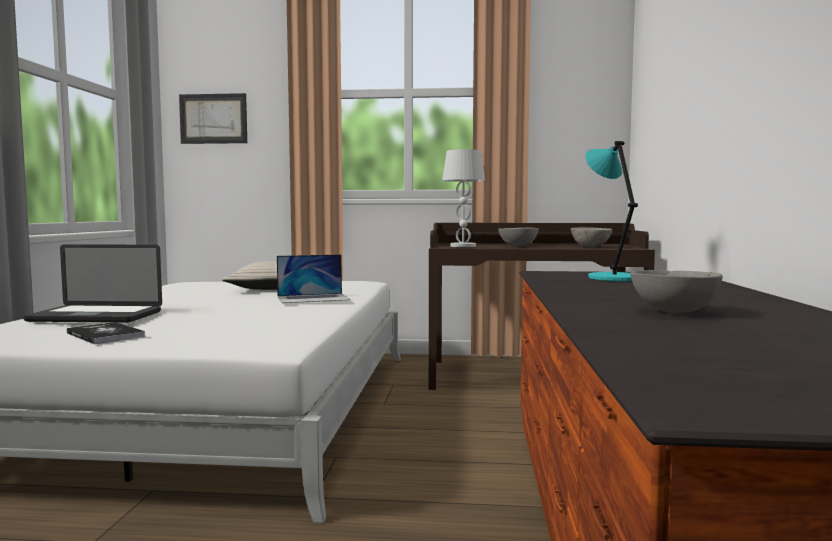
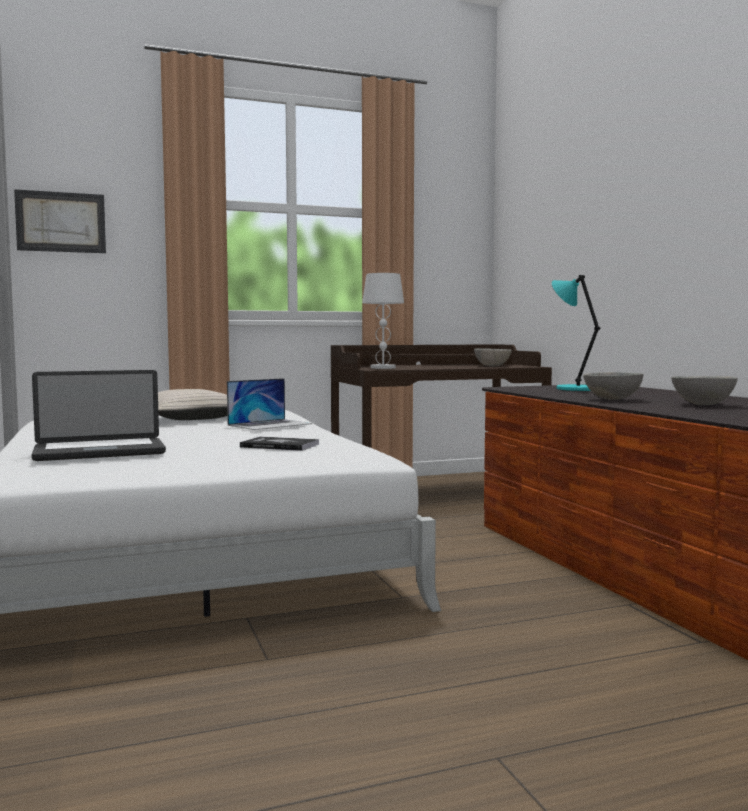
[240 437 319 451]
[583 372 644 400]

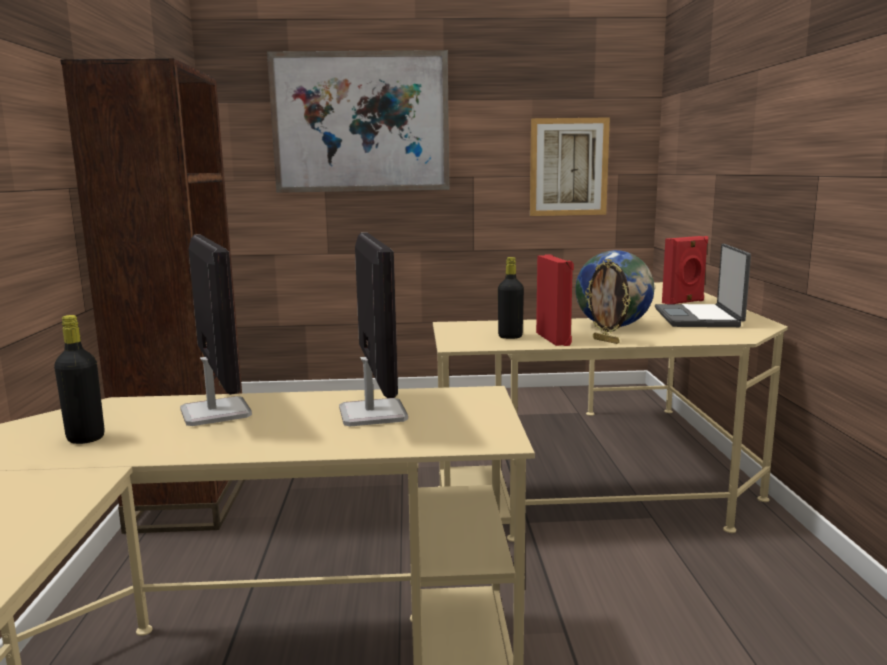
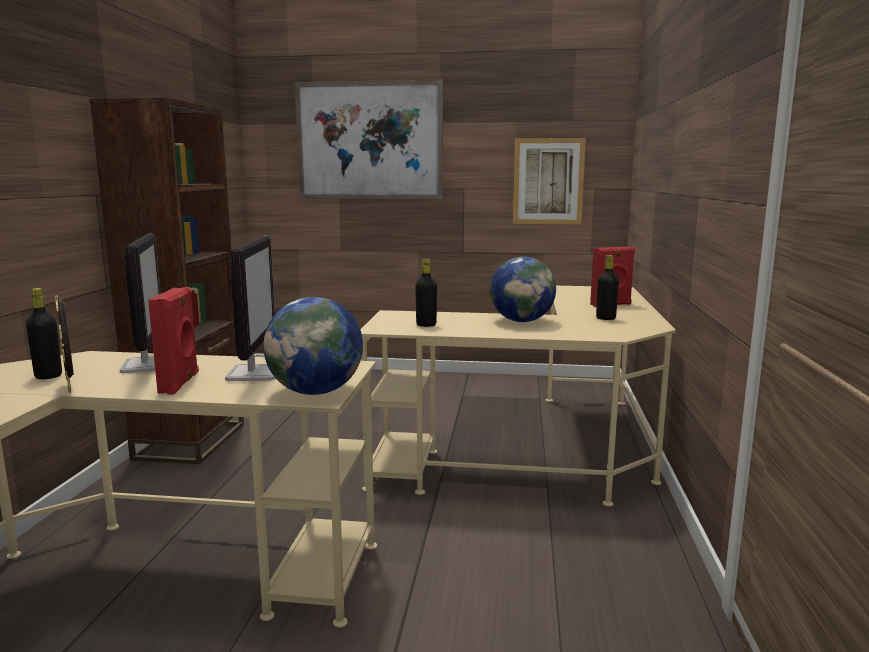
[263 297 363 395]
[148 287 199 394]
[55 295 74 393]
[596 255 619 320]

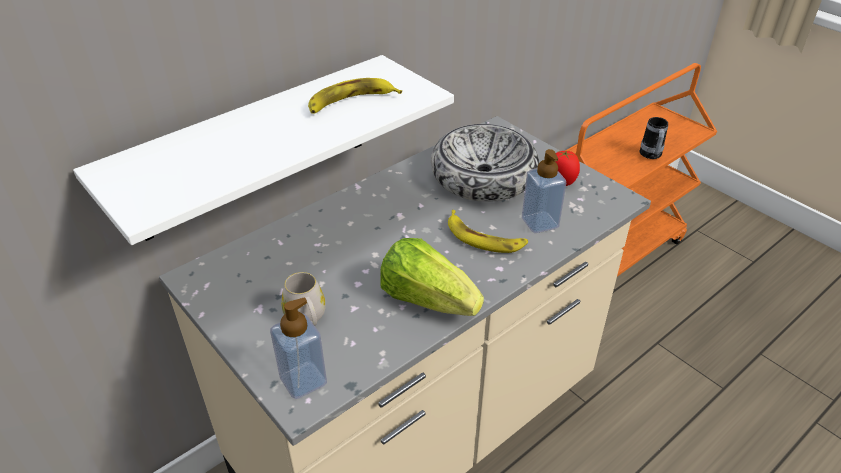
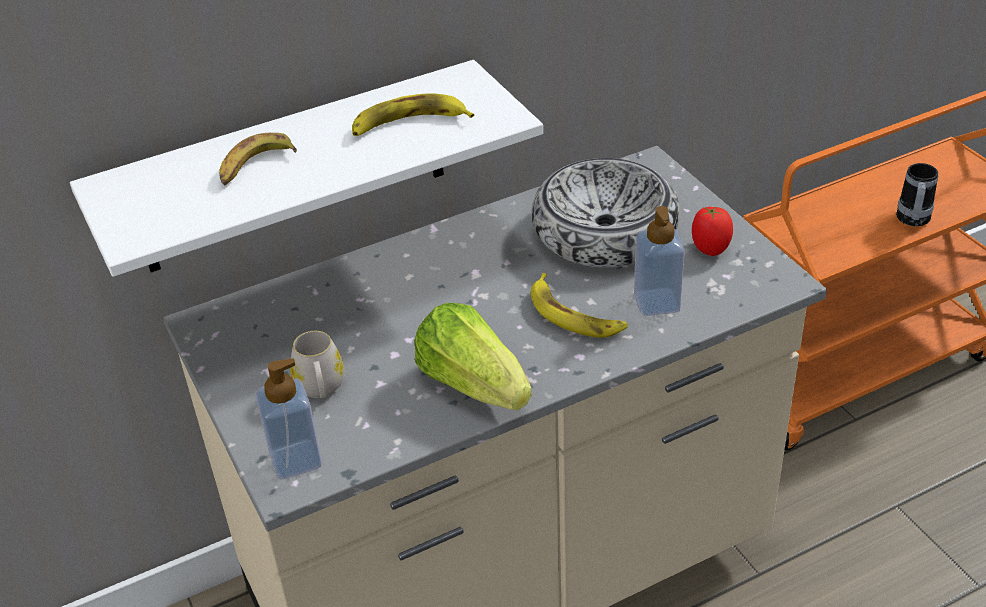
[219 133 297 185]

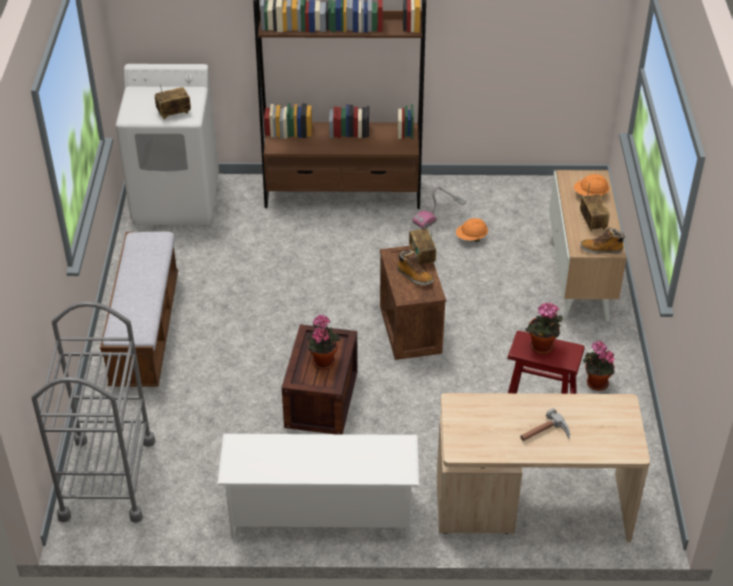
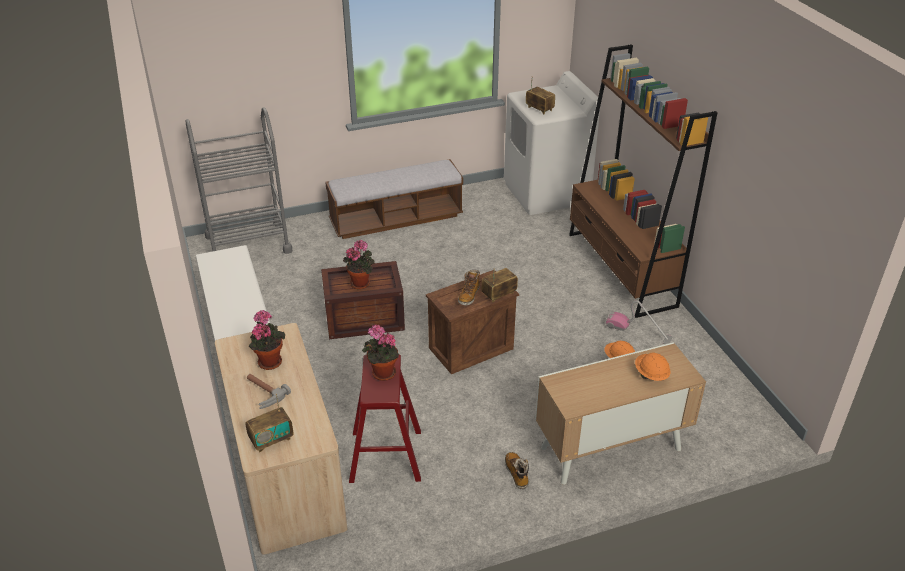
[245 394 294 452]
[505 452 529 489]
[249 310 285 370]

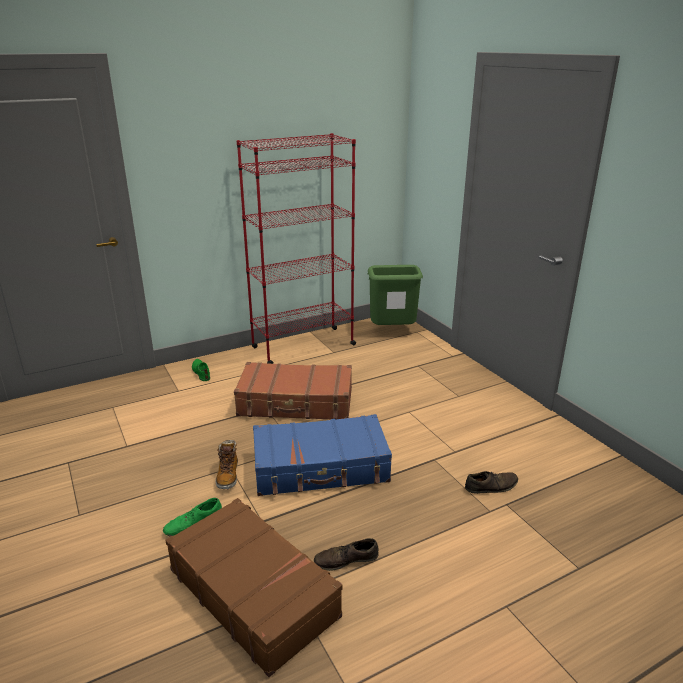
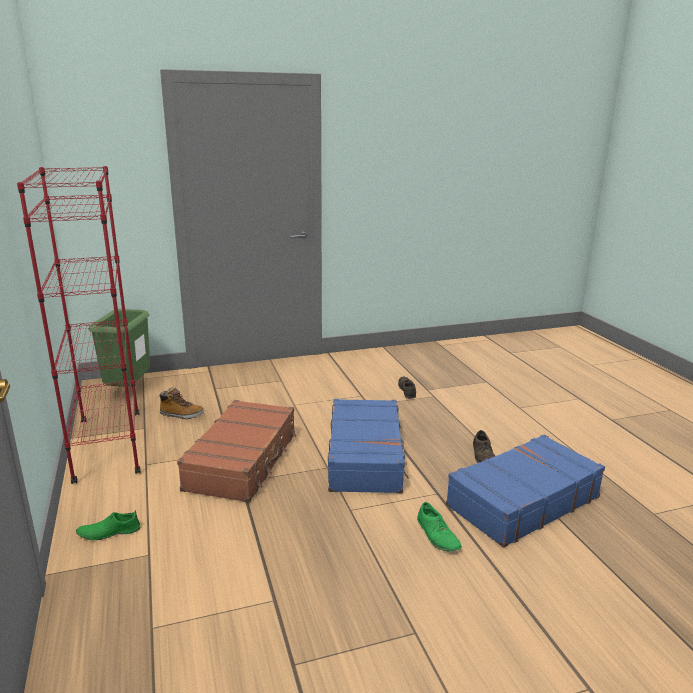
[158 387 204 419]
[446 434 605 548]

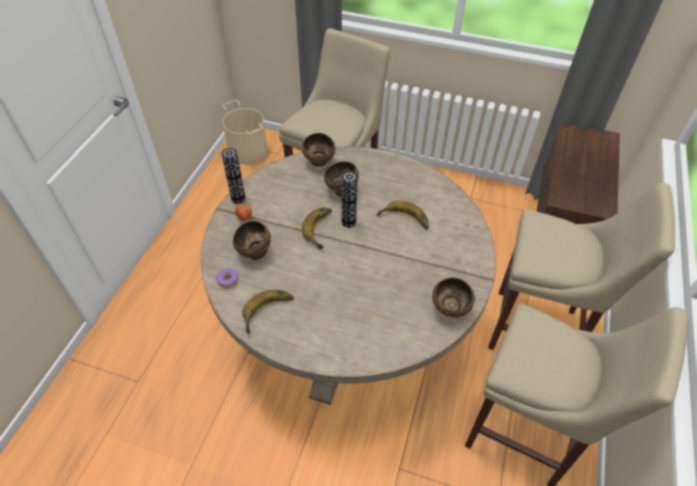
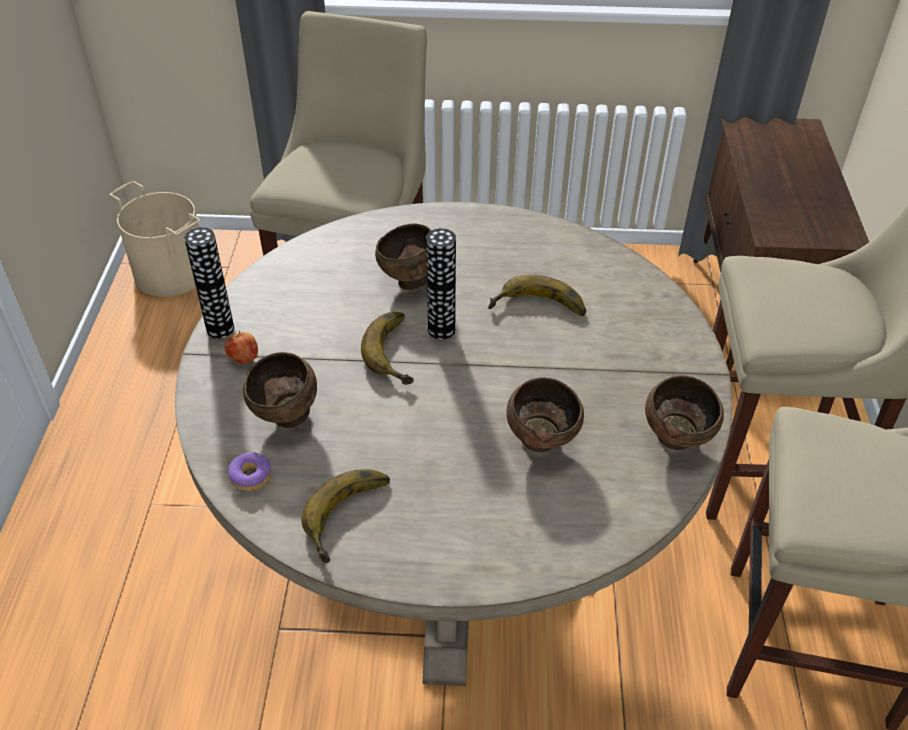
[506 377 584 453]

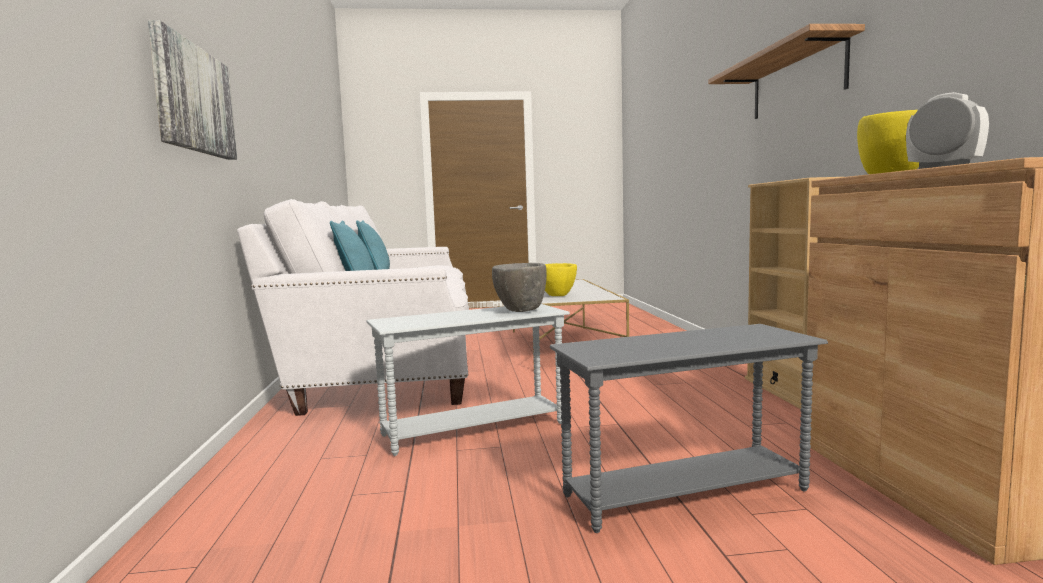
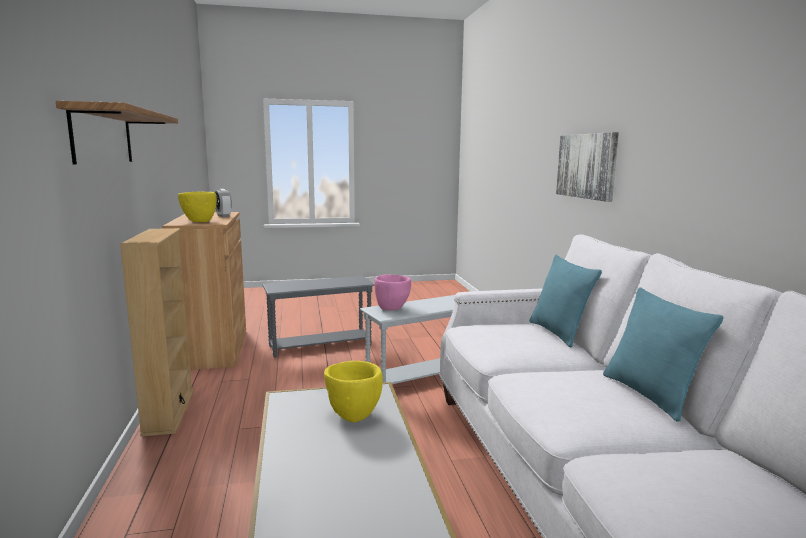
[374 274 411 310]

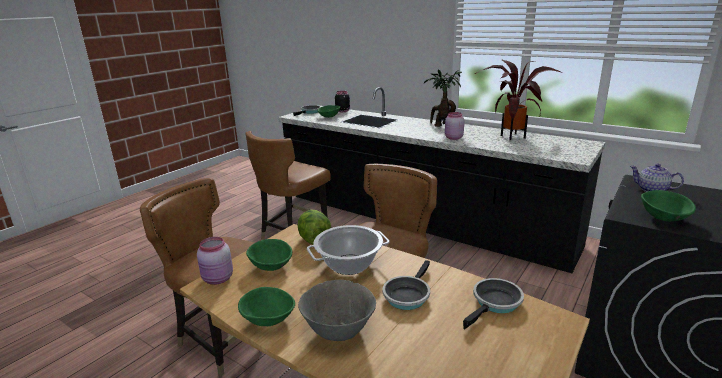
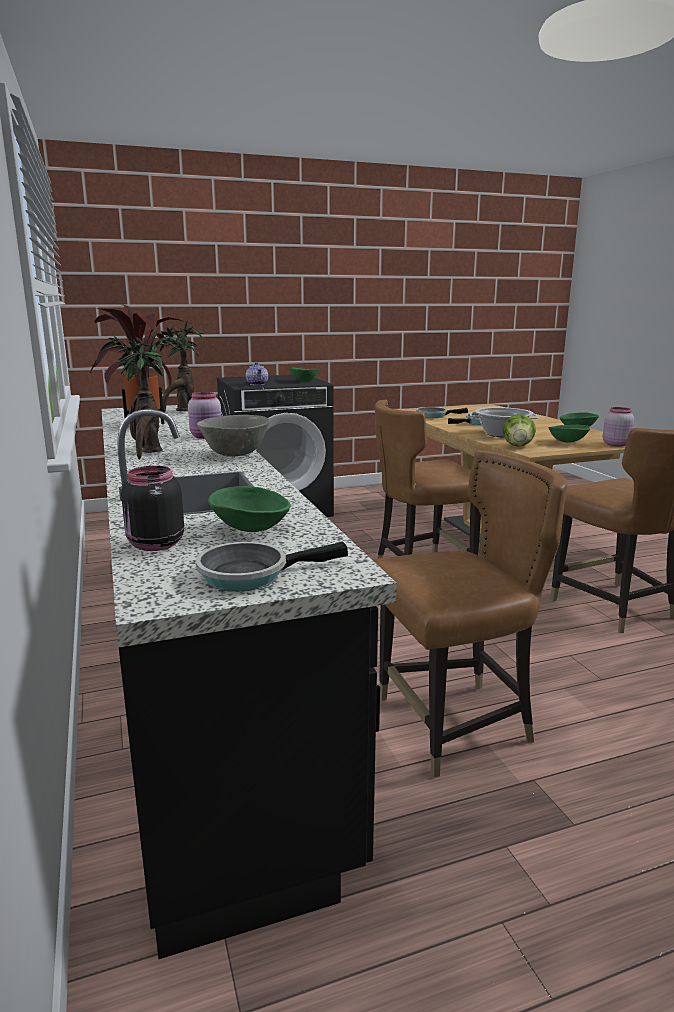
[157 321 204 412]
[197 415 270 456]

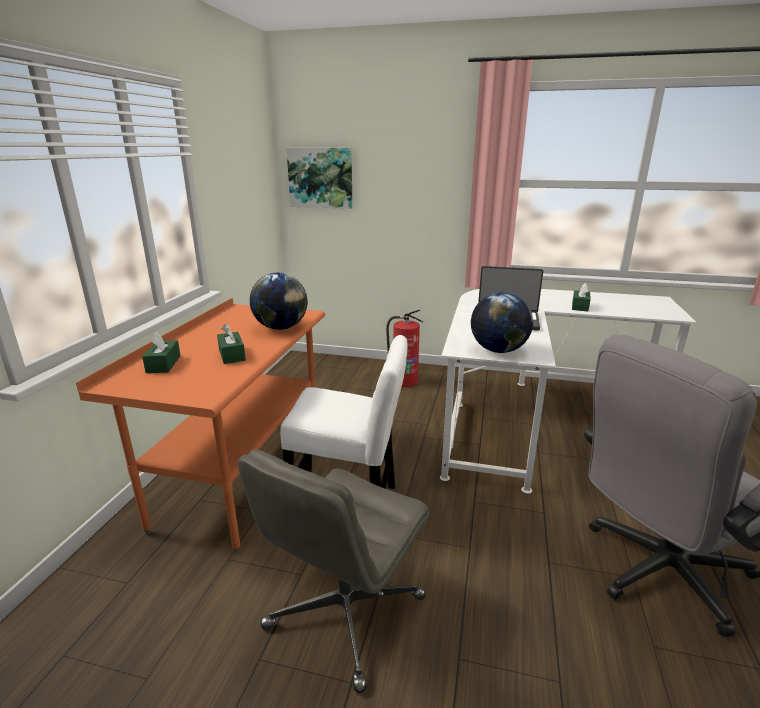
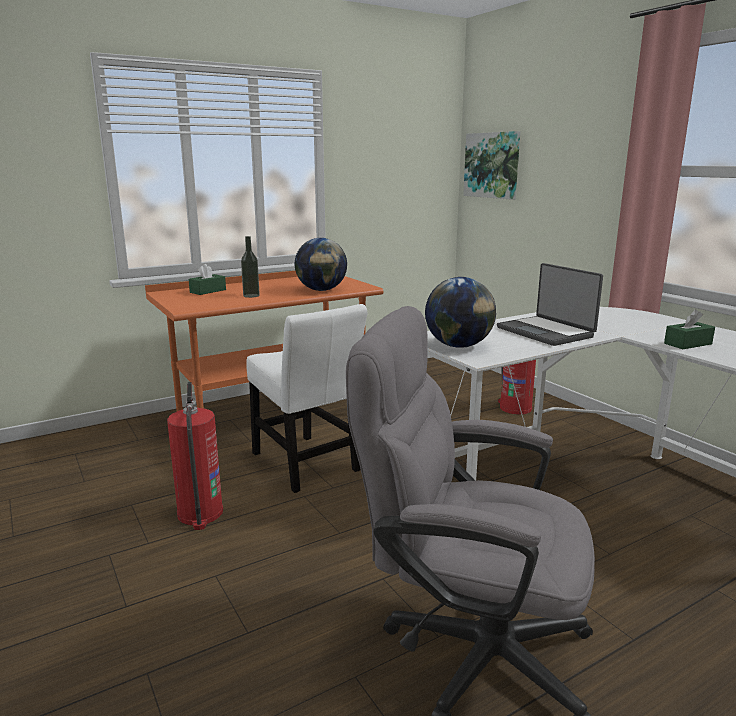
[241 236 260 298]
[167 382 223 530]

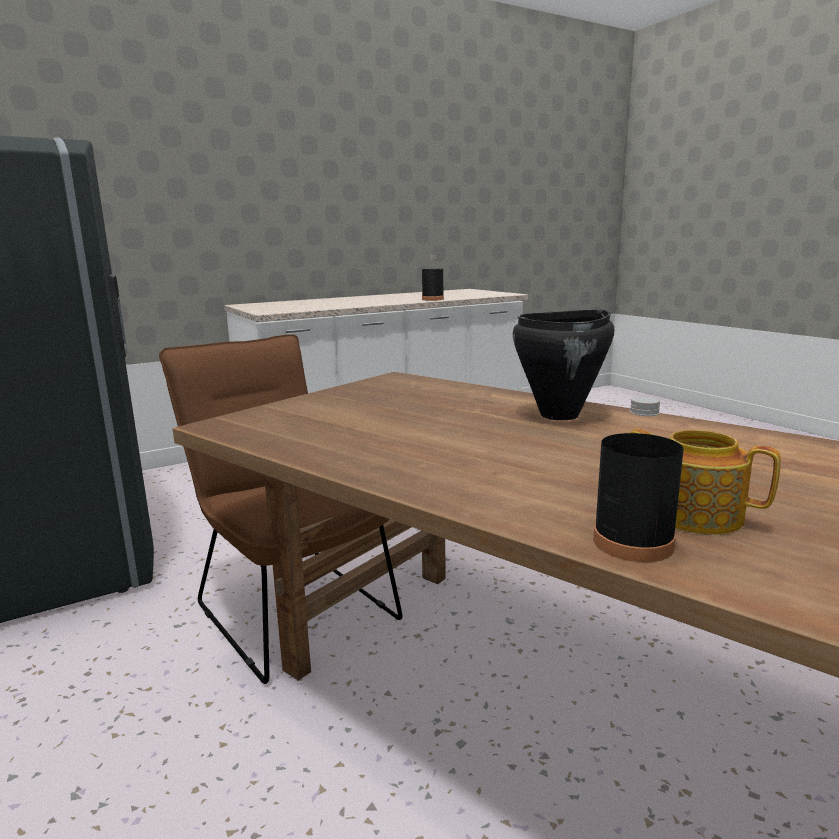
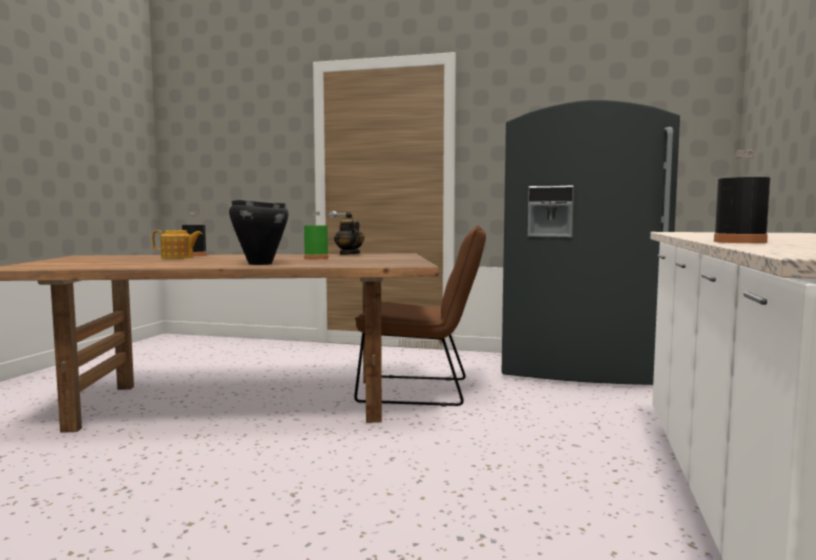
[304 212 329 259]
[334 212 364 255]

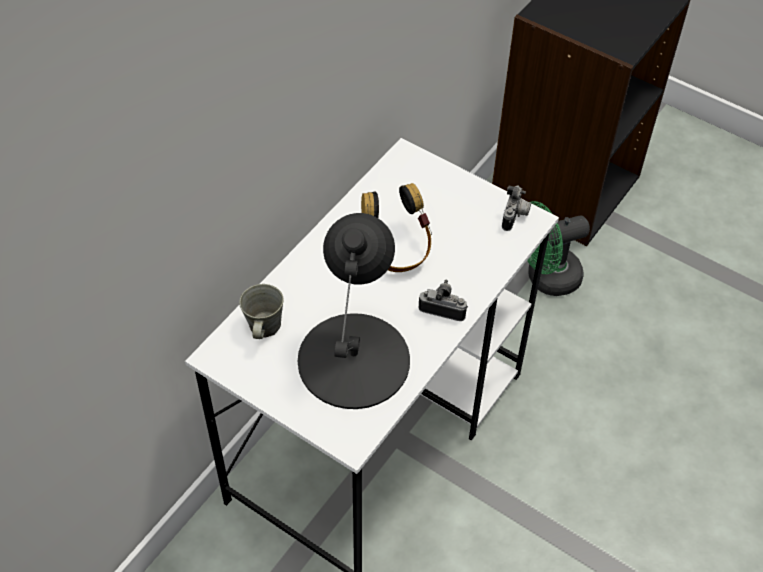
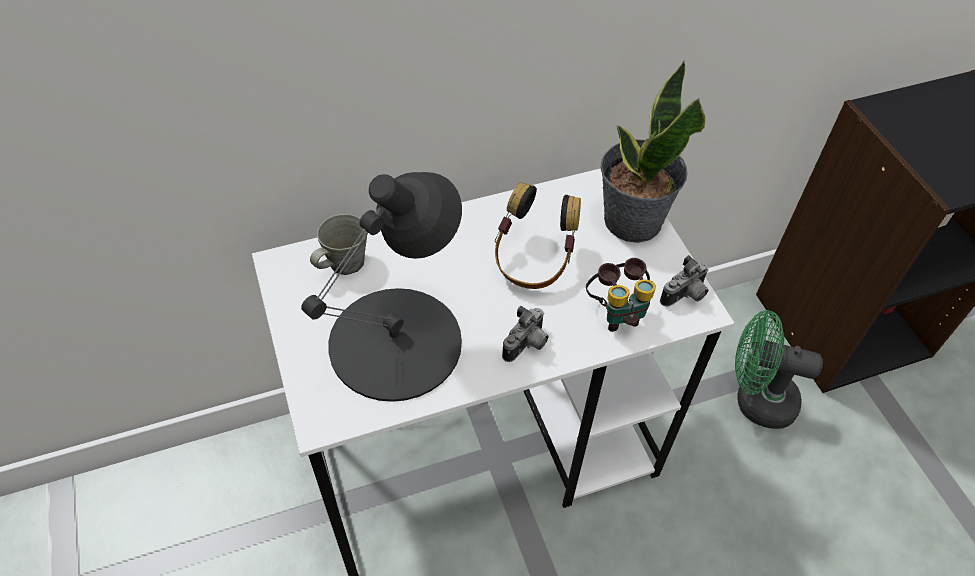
[586 258 656 332]
[601 61 705 243]
[502 306 549 362]

